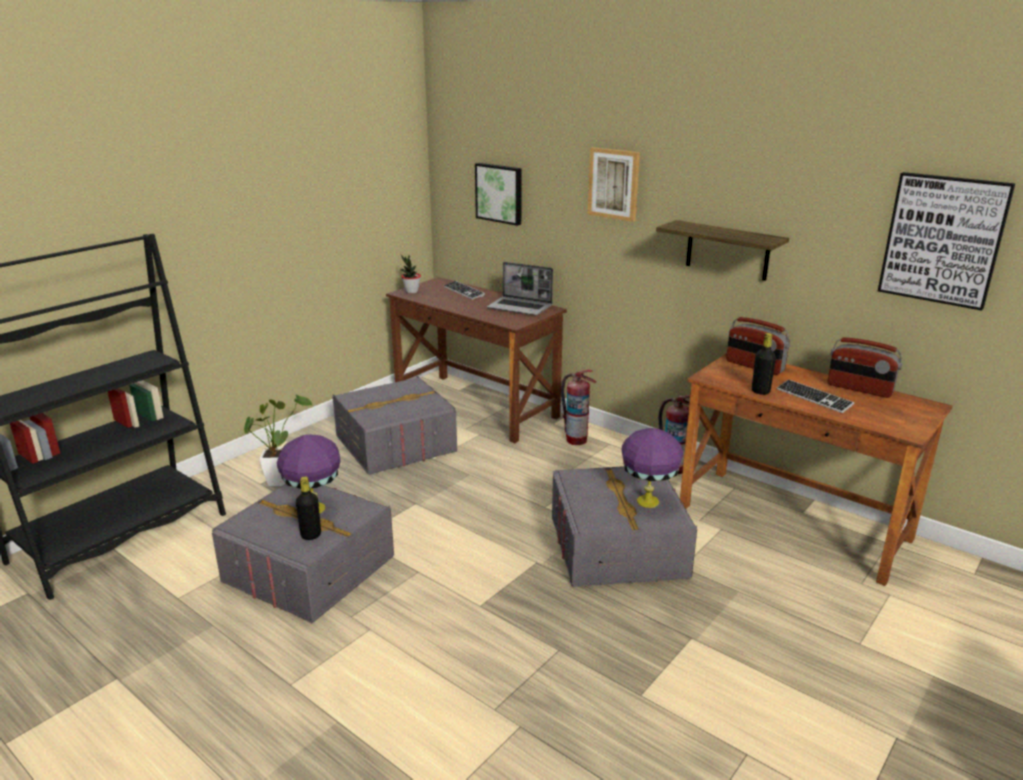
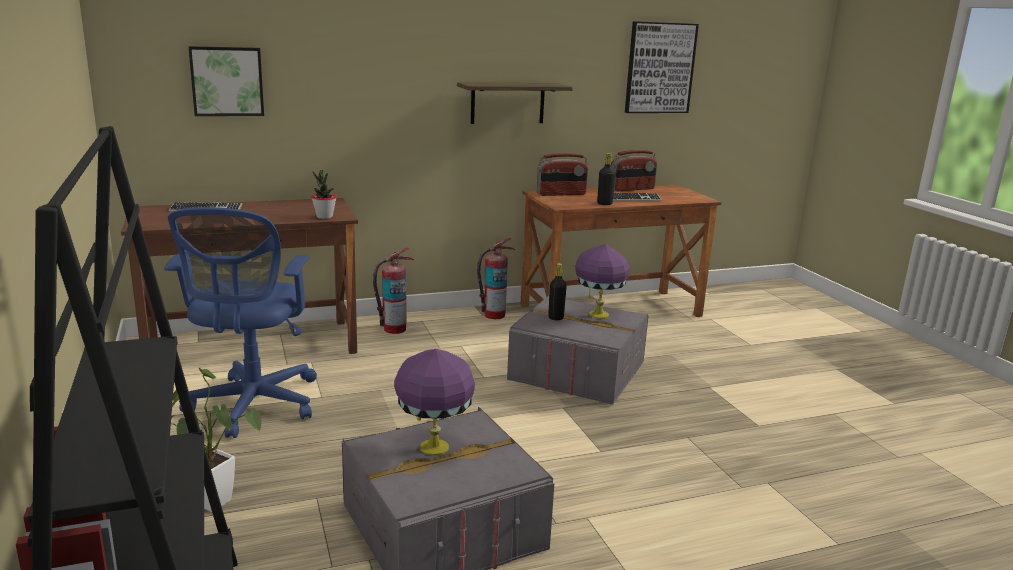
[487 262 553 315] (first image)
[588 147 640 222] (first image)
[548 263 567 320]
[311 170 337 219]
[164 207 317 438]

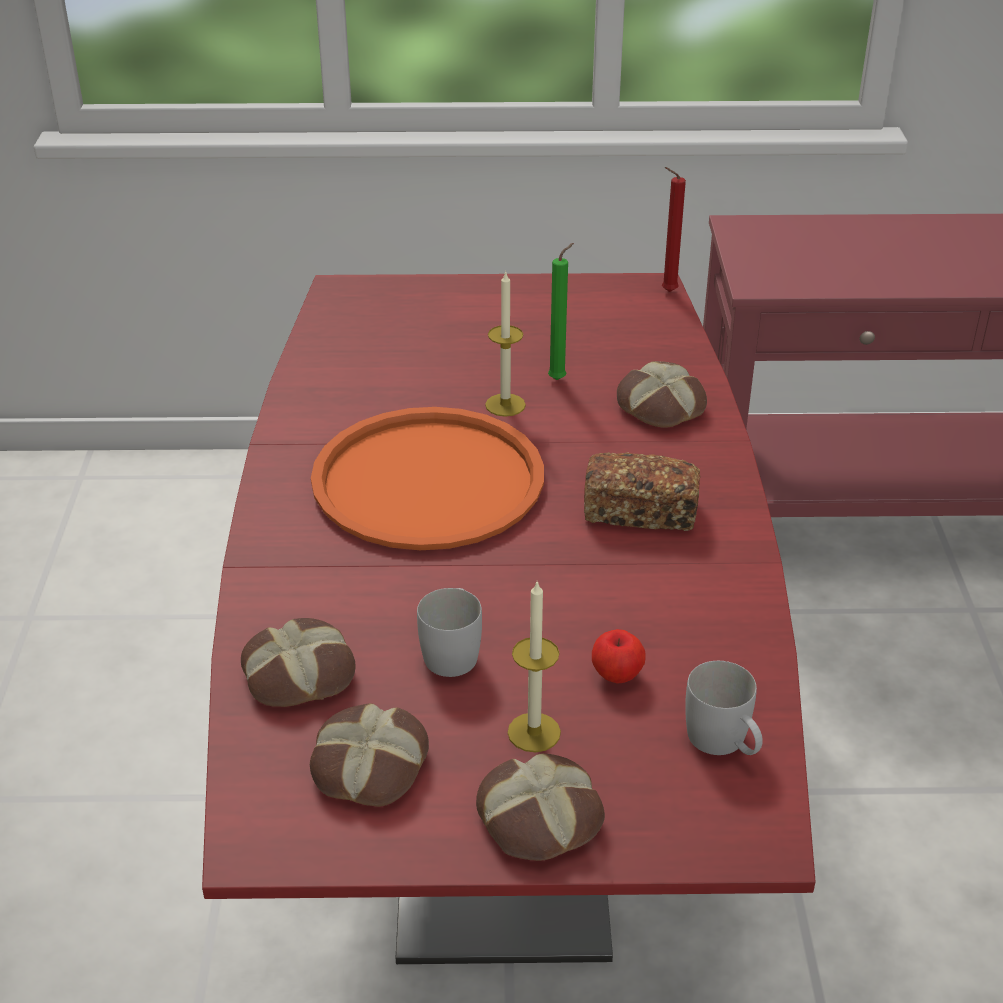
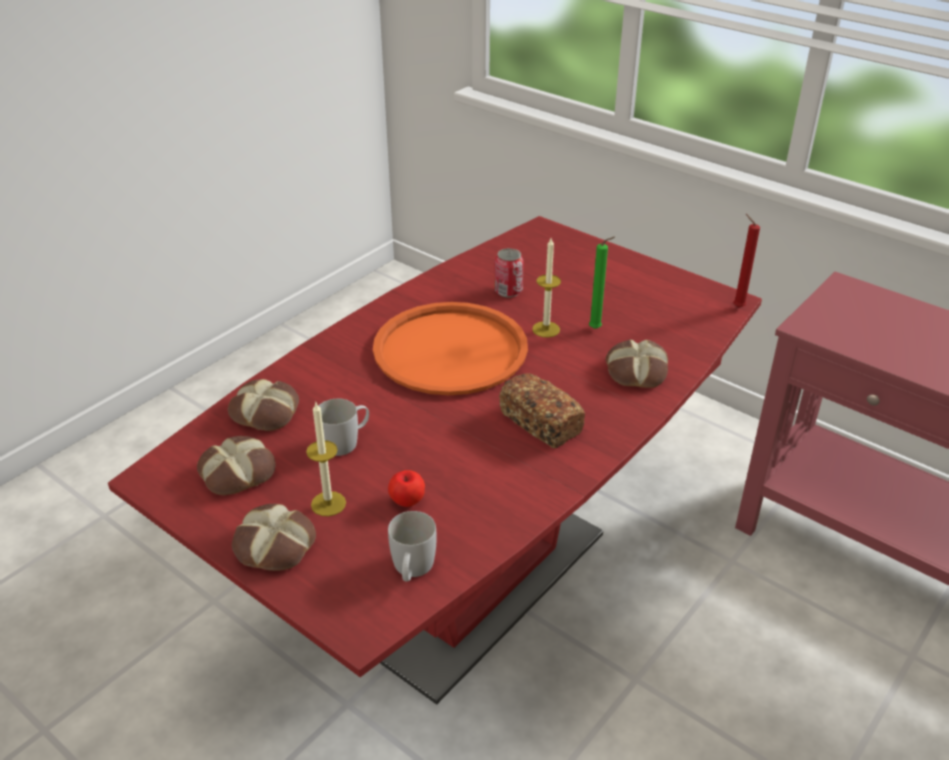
[494 248 524 298]

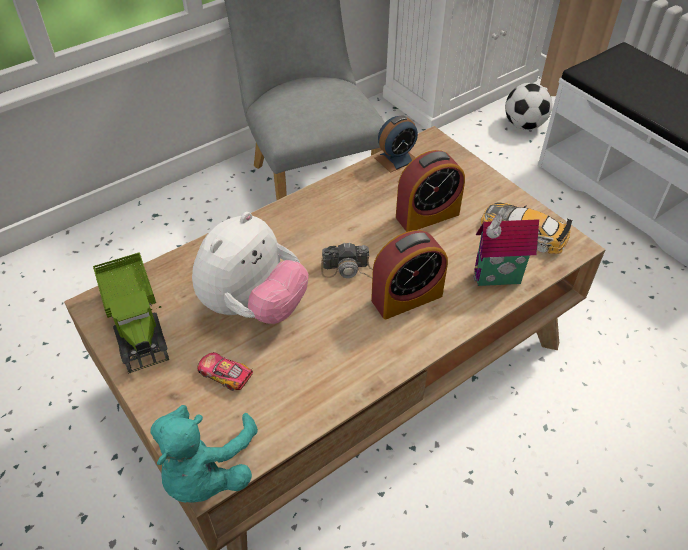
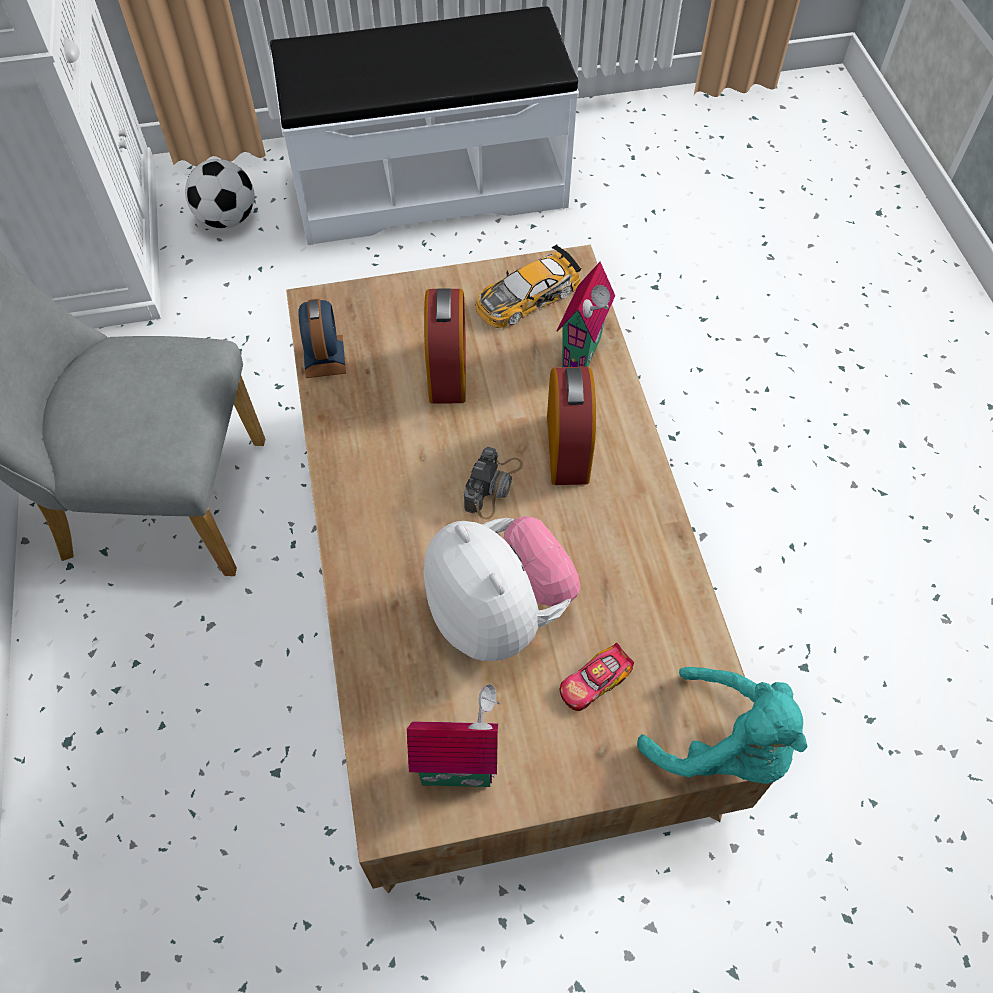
[407 684 500 787]

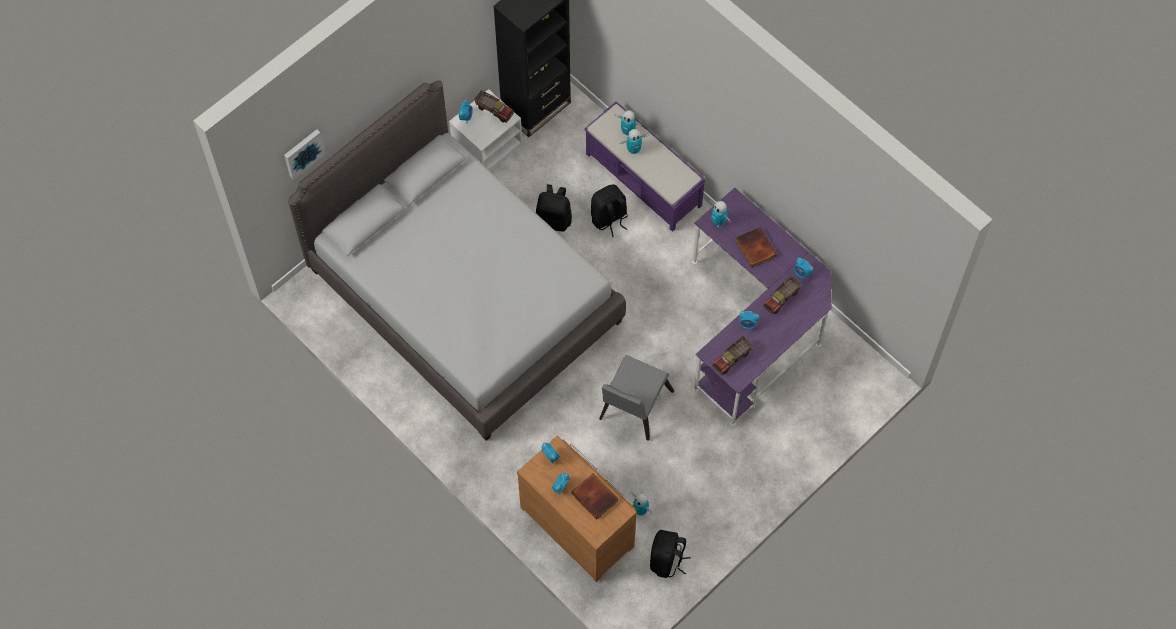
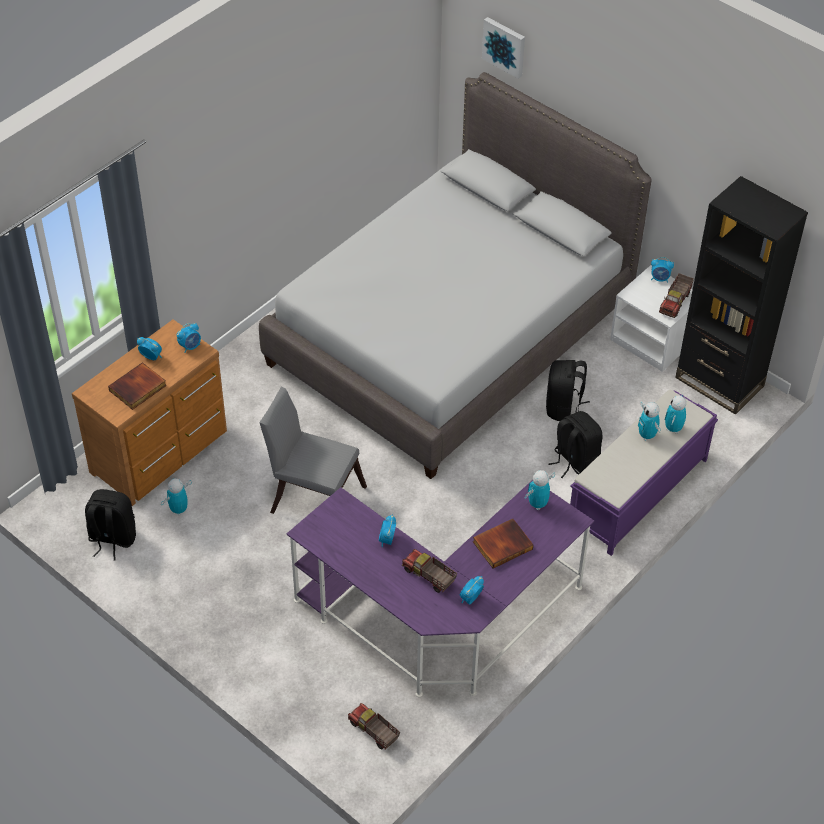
[348 703 400 750]

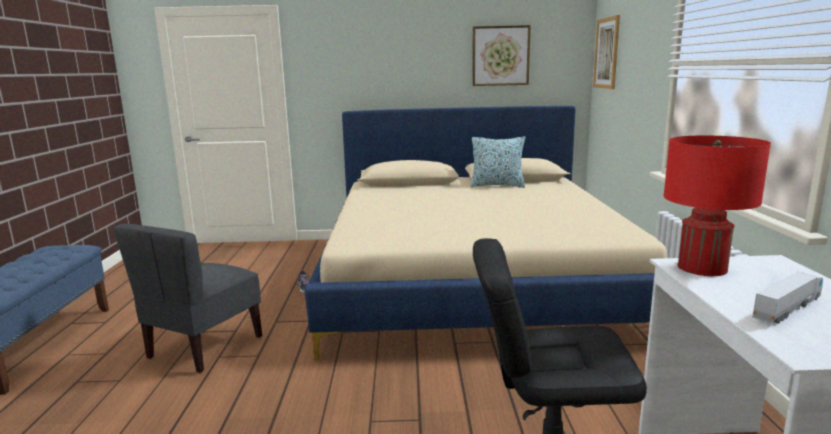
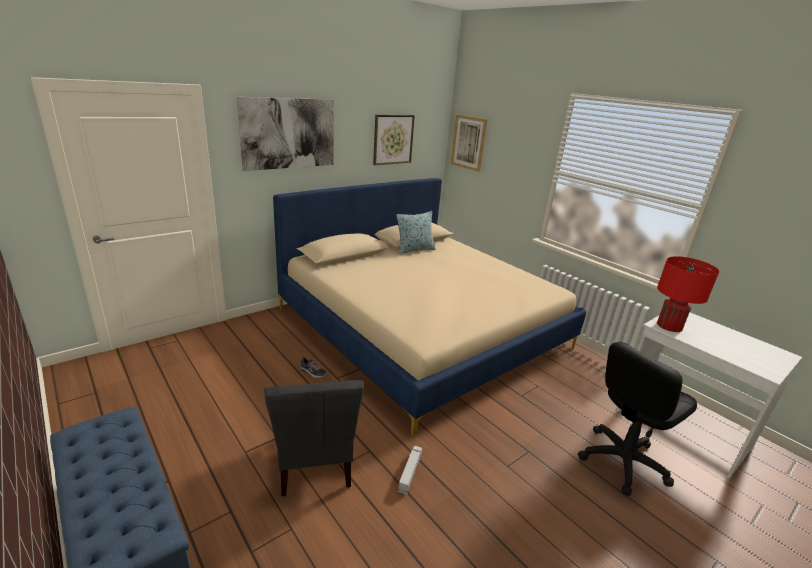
[237 97 334 171]
[398 446 422 494]

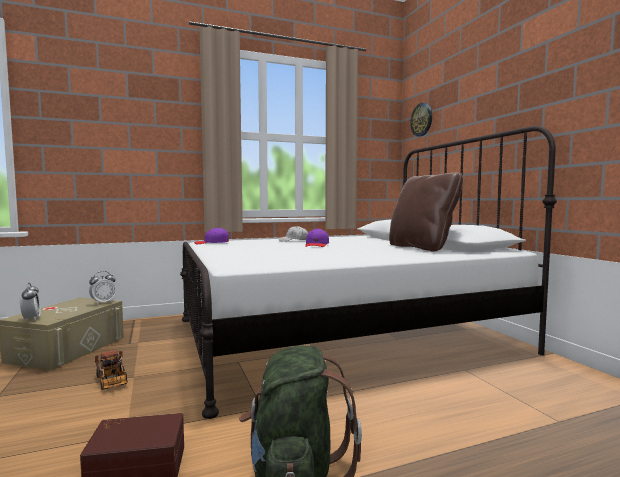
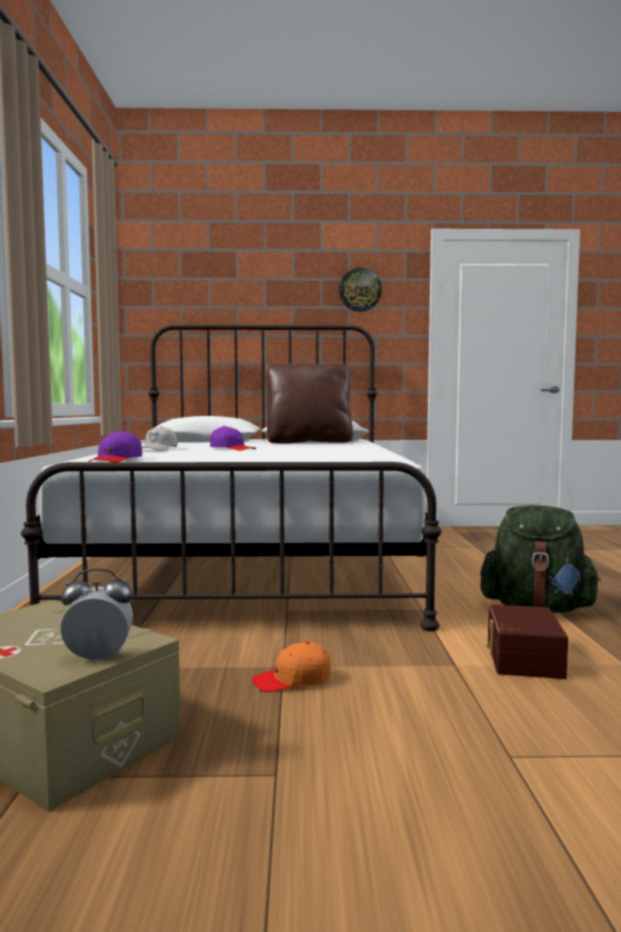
[89 271 116 305] (first image)
[339 268 382 312]
[252 642 331 692]

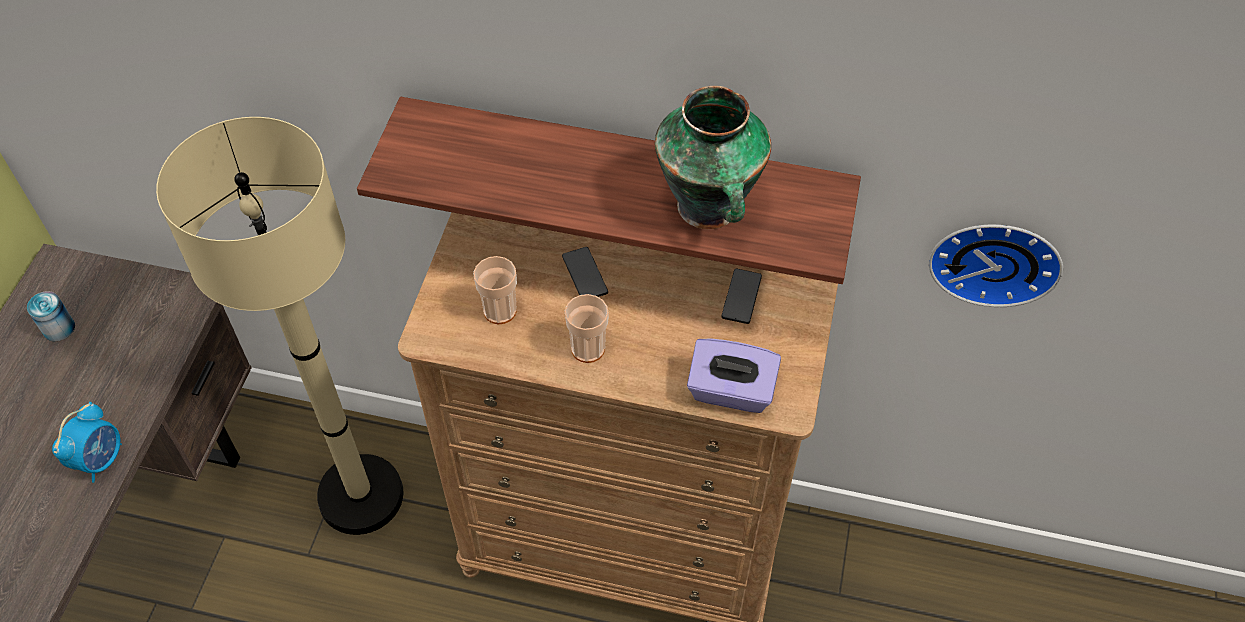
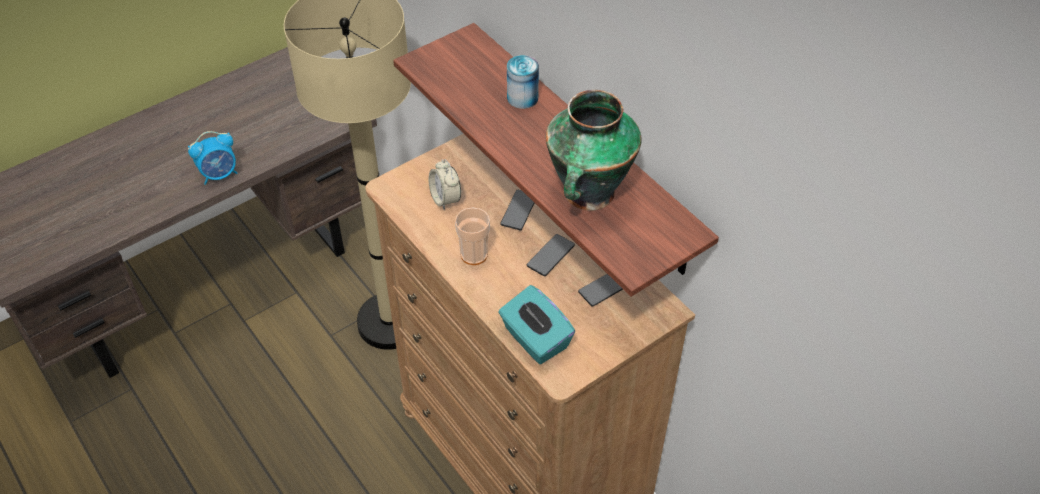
[929 224 1063 307] (first image)
[527 234 575 276]
[507 55 539 109]
[429 159 461 210]
[498 285 575 364]

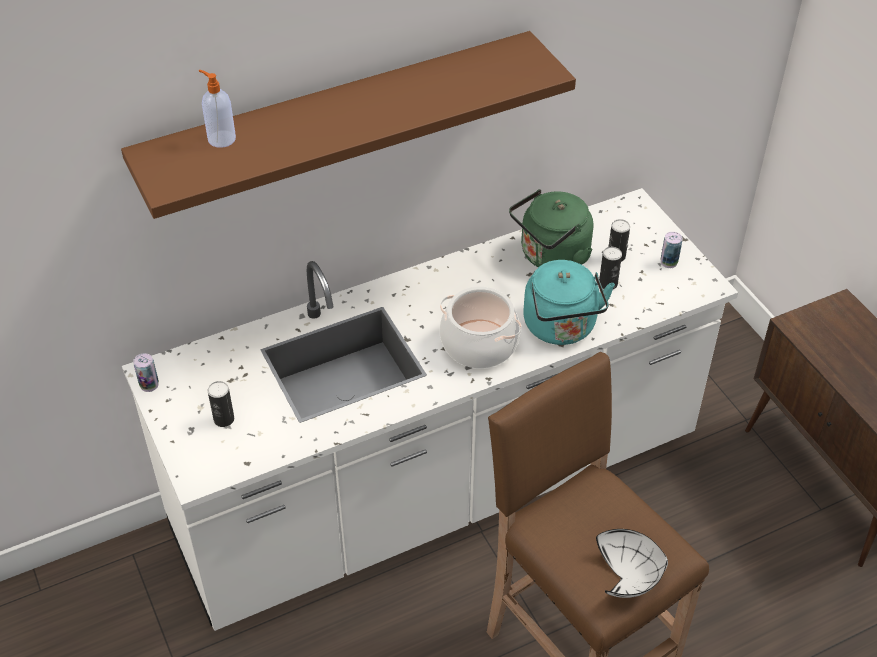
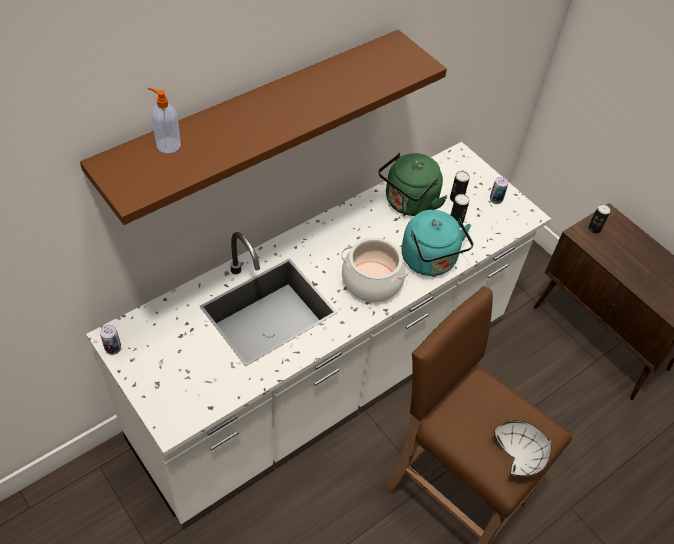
[588 204 611 233]

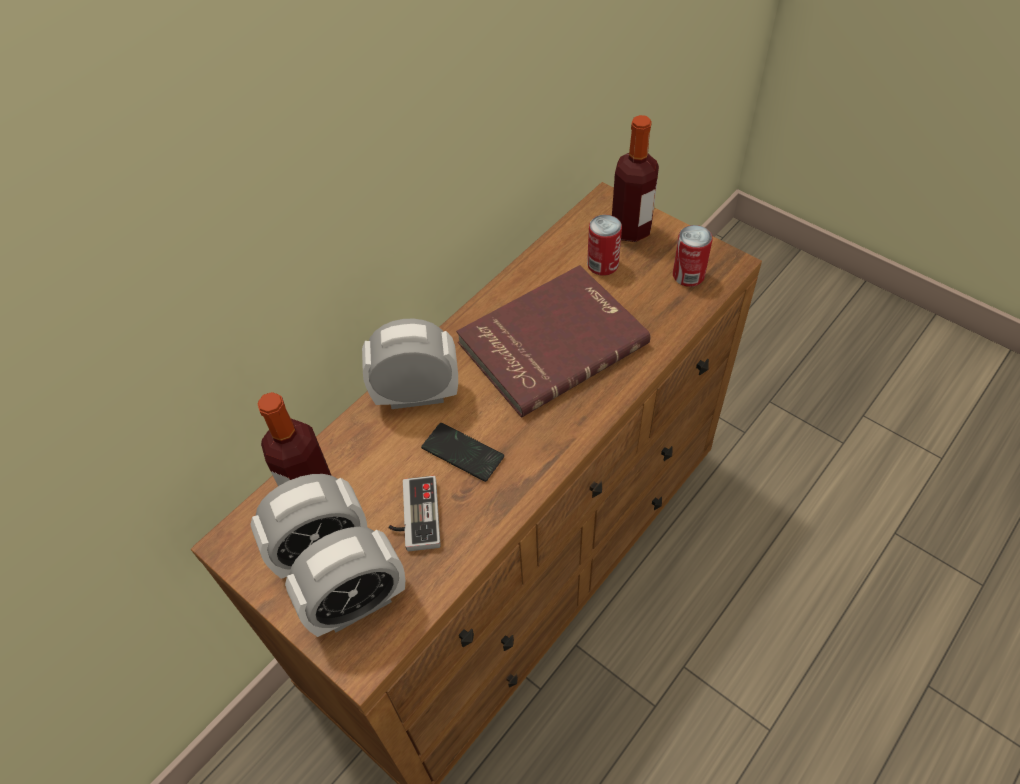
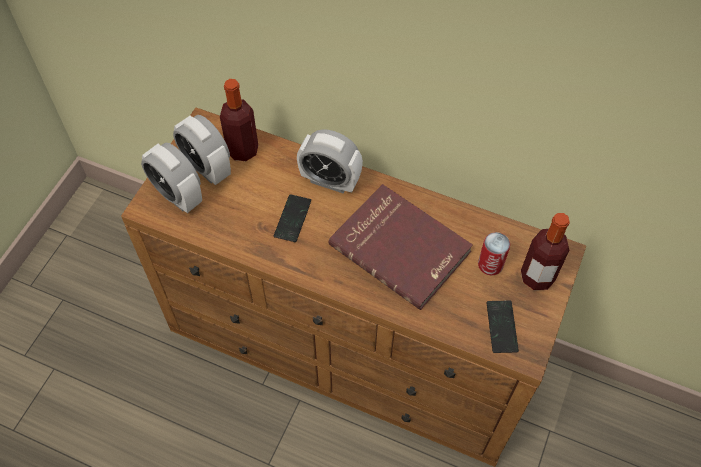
[389 476 441 551] (first image)
[486 301 519 353]
[297 129 363 194]

